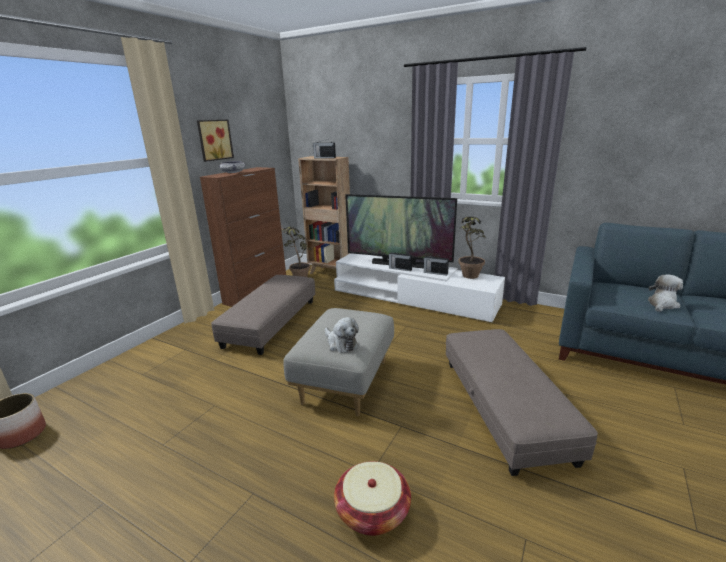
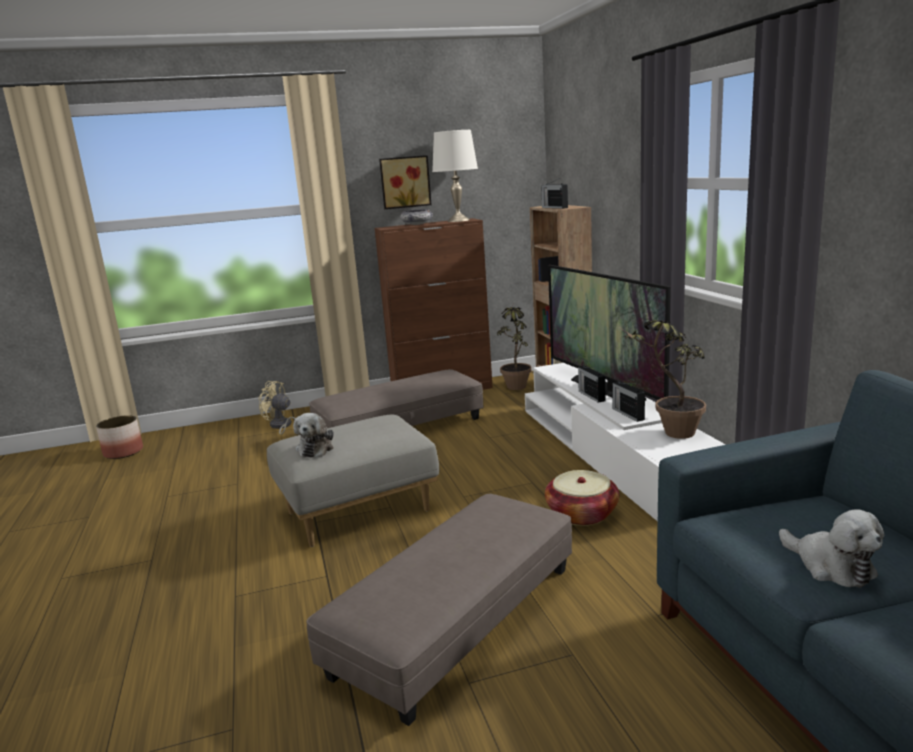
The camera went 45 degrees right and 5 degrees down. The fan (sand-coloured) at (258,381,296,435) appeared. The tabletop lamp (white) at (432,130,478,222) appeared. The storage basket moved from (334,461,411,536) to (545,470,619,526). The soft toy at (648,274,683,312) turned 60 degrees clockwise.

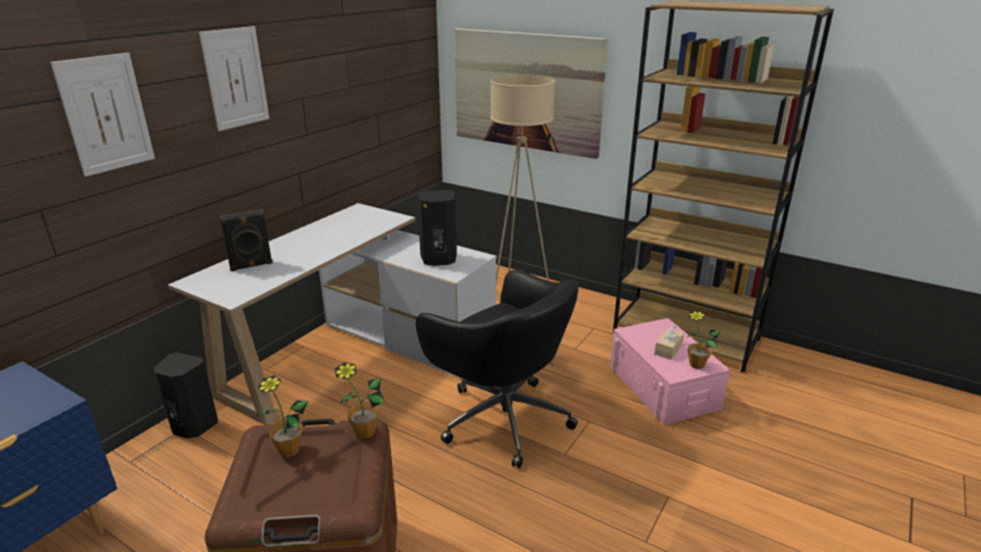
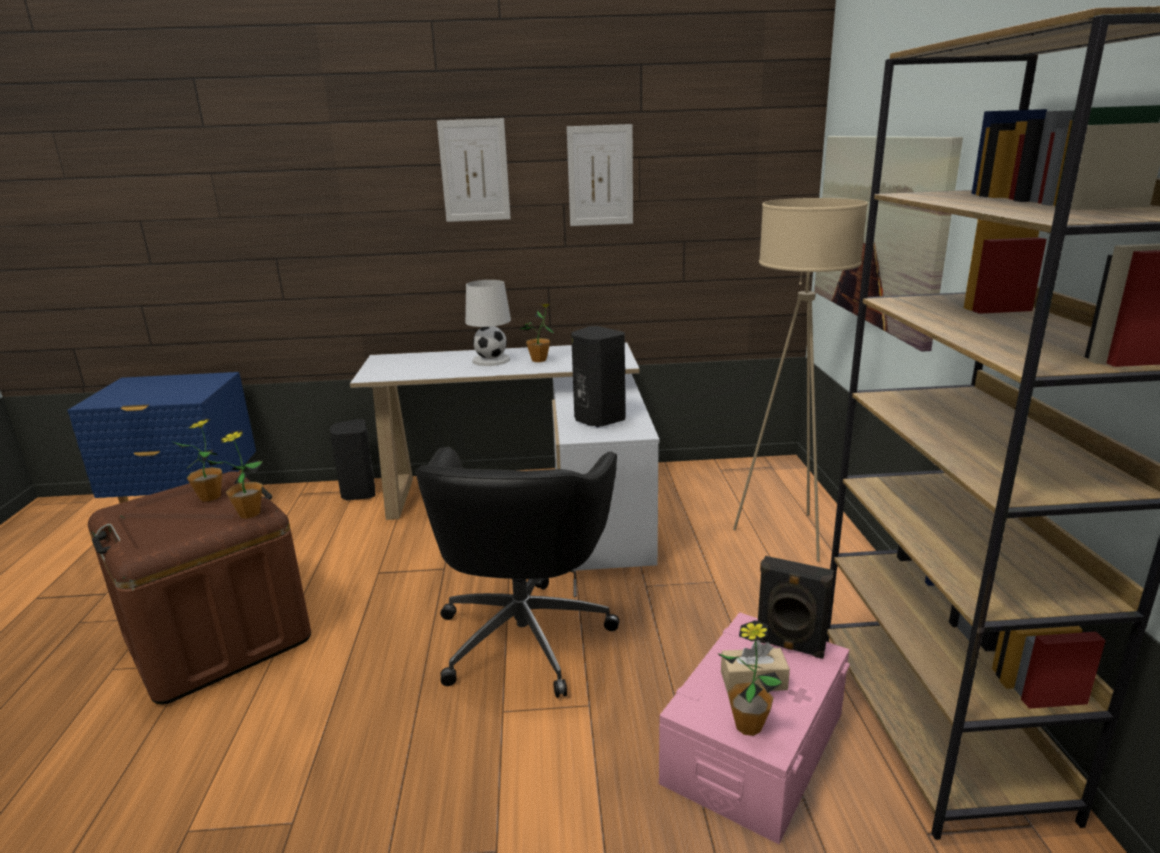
The camera went 55 degrees right and 5 degrees down. The tabletop lamp (white) at (465,280,511,366) appeared. The houseplant at (520,303,554,362) appeared. The wall art moved from (50,53,155,177) to (567,124,633,226). The audio speaker (black-coloured) moved from (219,209,273,271) to (757,556,834,659).

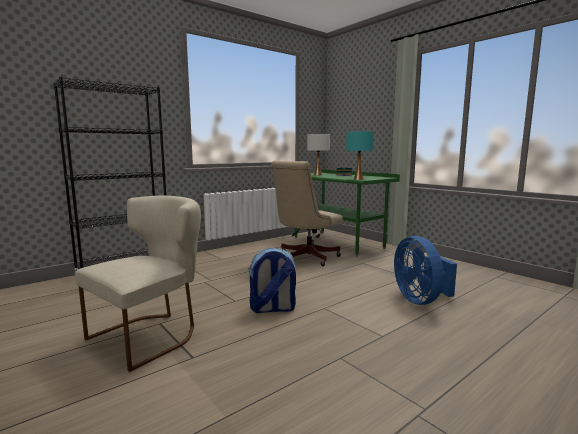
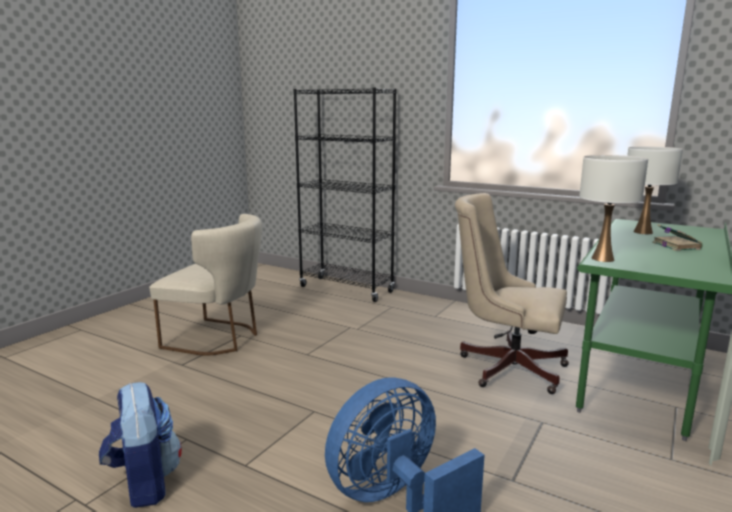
The camera went 70 degrees right and 5 degrees up. The knapsack moved from (248,248,296,313) to (99,382,182,508). The tabletop lamp (turquoise) at (346,131,374,180) became the tabletop lamp (white) at (579,155,648,262).

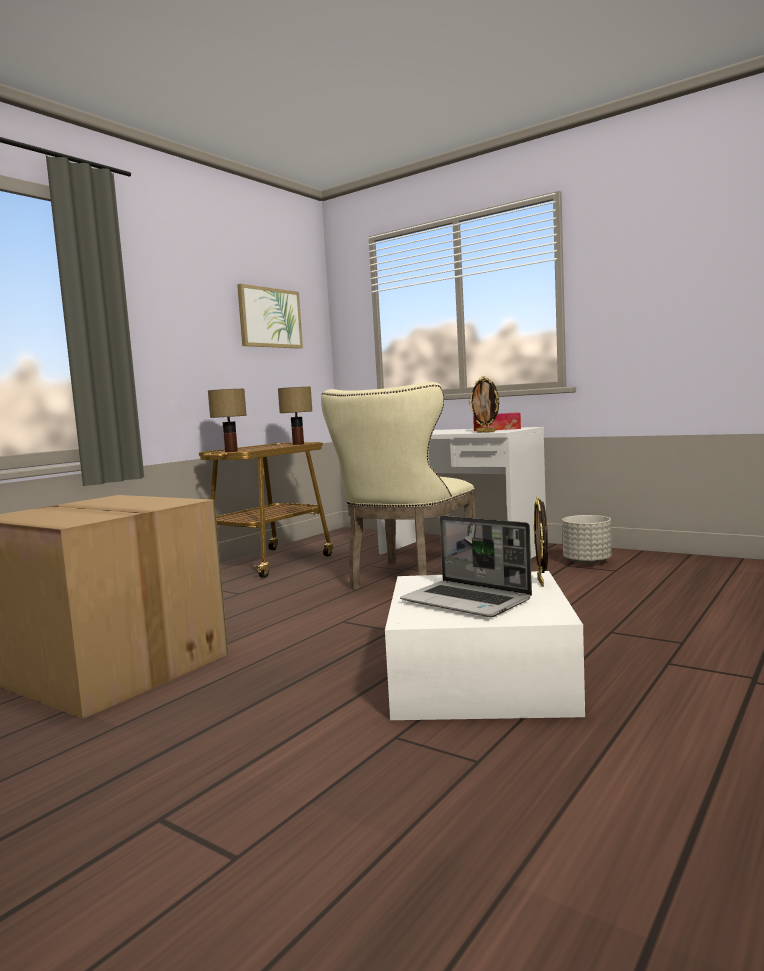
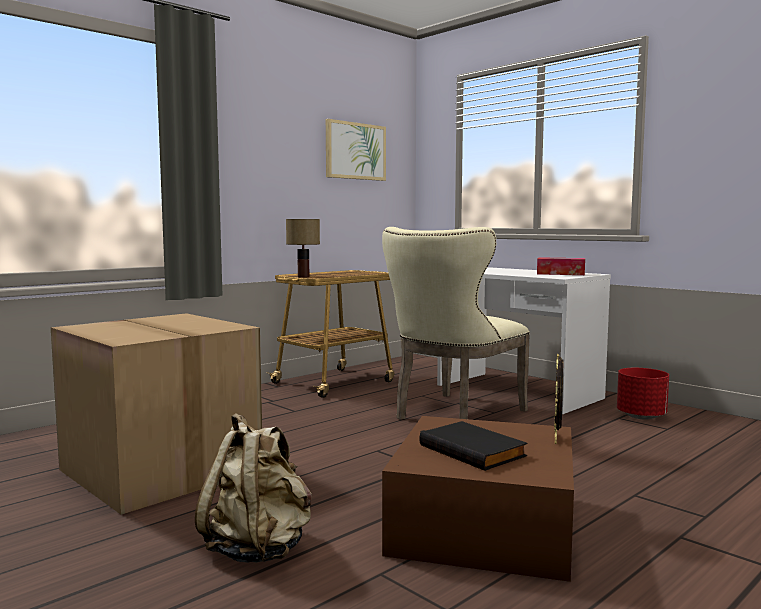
The camera went 10 degrees right and 0 degrees up. The knapsack (sand-coloured) at (195,413,312,563) appeared. The storage bin (white) at (385,571,585,720) became the storage bin (brown) at (382,416,574,582). The portable computer at (400,515,532,617) was replaced by the volume (black-coloured) at (420,421,527,471). The planter (greyish) at (562,515,611,565) became the planter (red) at (617,368,669,419). The tabletop lamp at (278,387,312,445) disappeared. The photo frame at (469,376,500,432) disappeared.

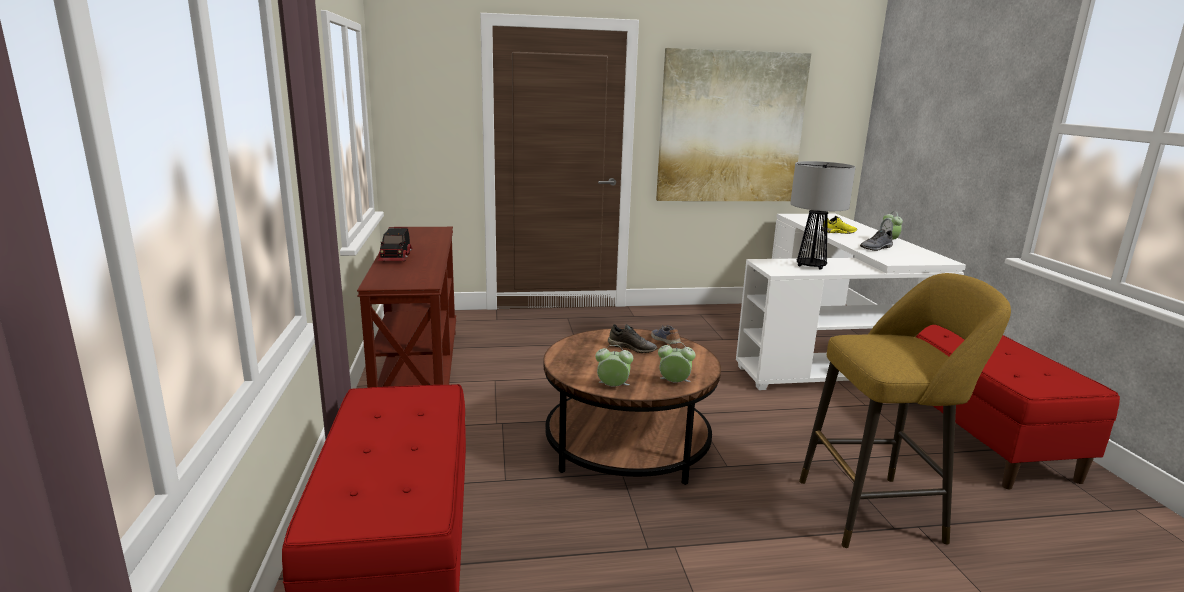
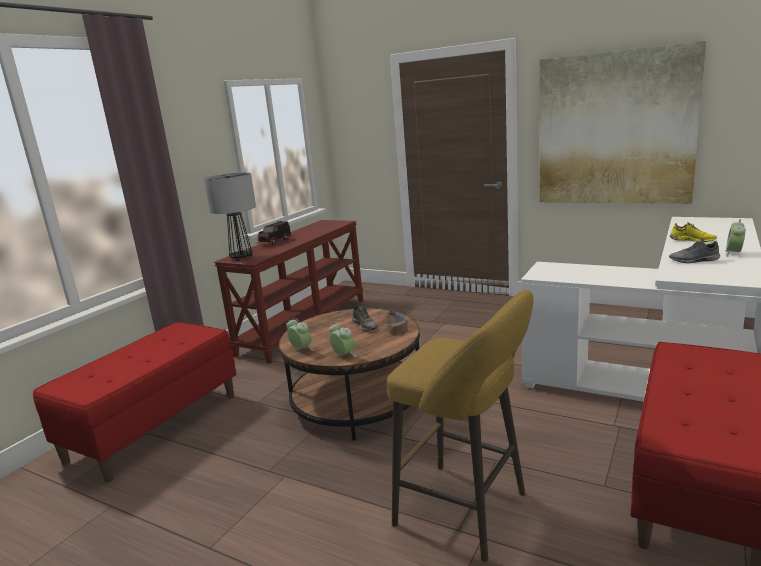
The camera went 40 degrees right and 0 degrees up. The tabletop lamp moved from (790,161,855,270) to (204,172,256,261).

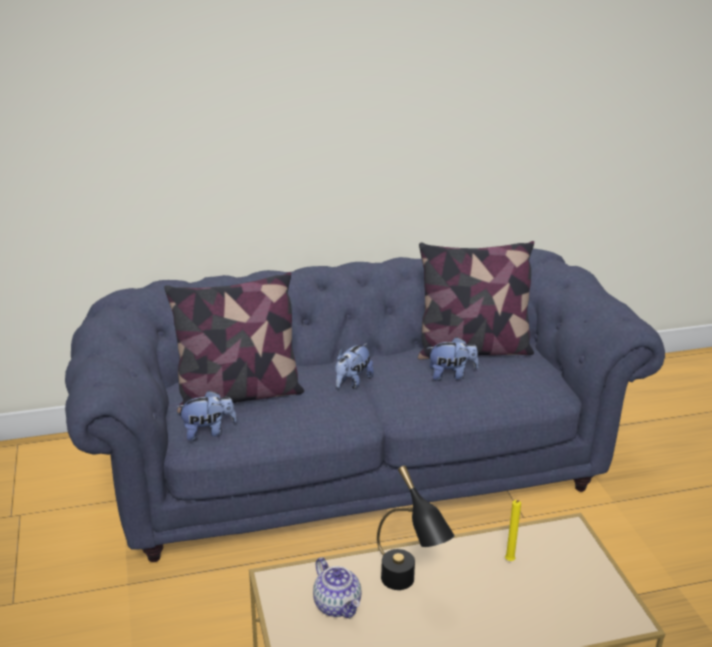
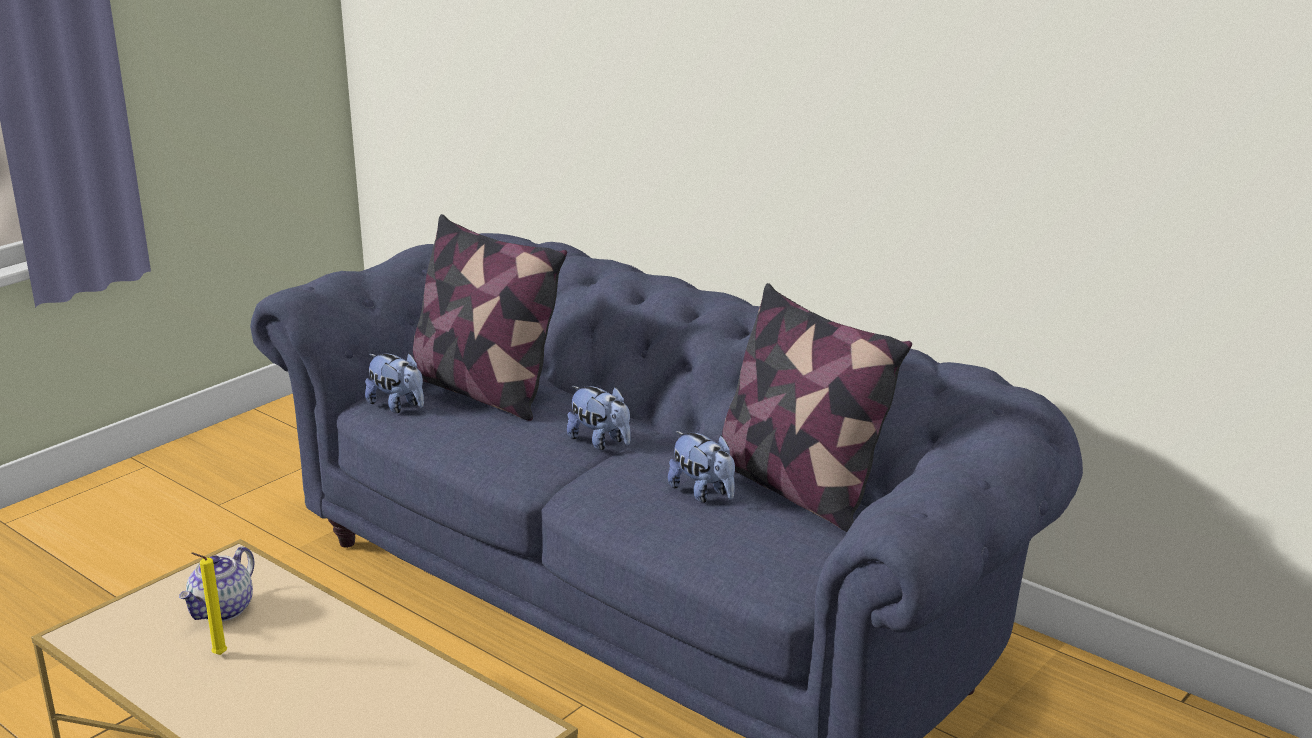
The camera went 55 degrees right and 5 degrees down. The candle (yellow-coloured) moved from (505,500,521,561) to (191,552,227,655). The soft toy at (335,343,374,389) turned 135 degrees counterclockwise. The tabletop lamp (black-coloured) at (377,466,455,590) disappeared.

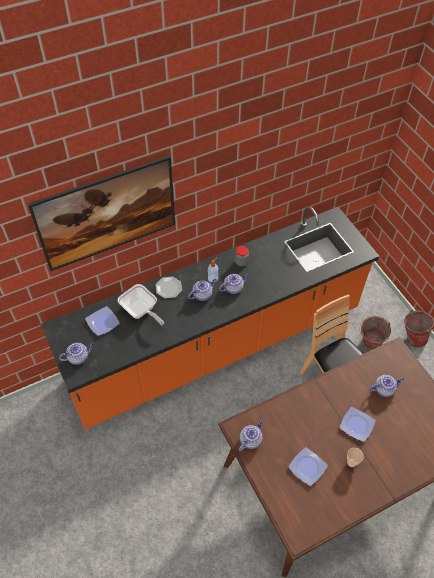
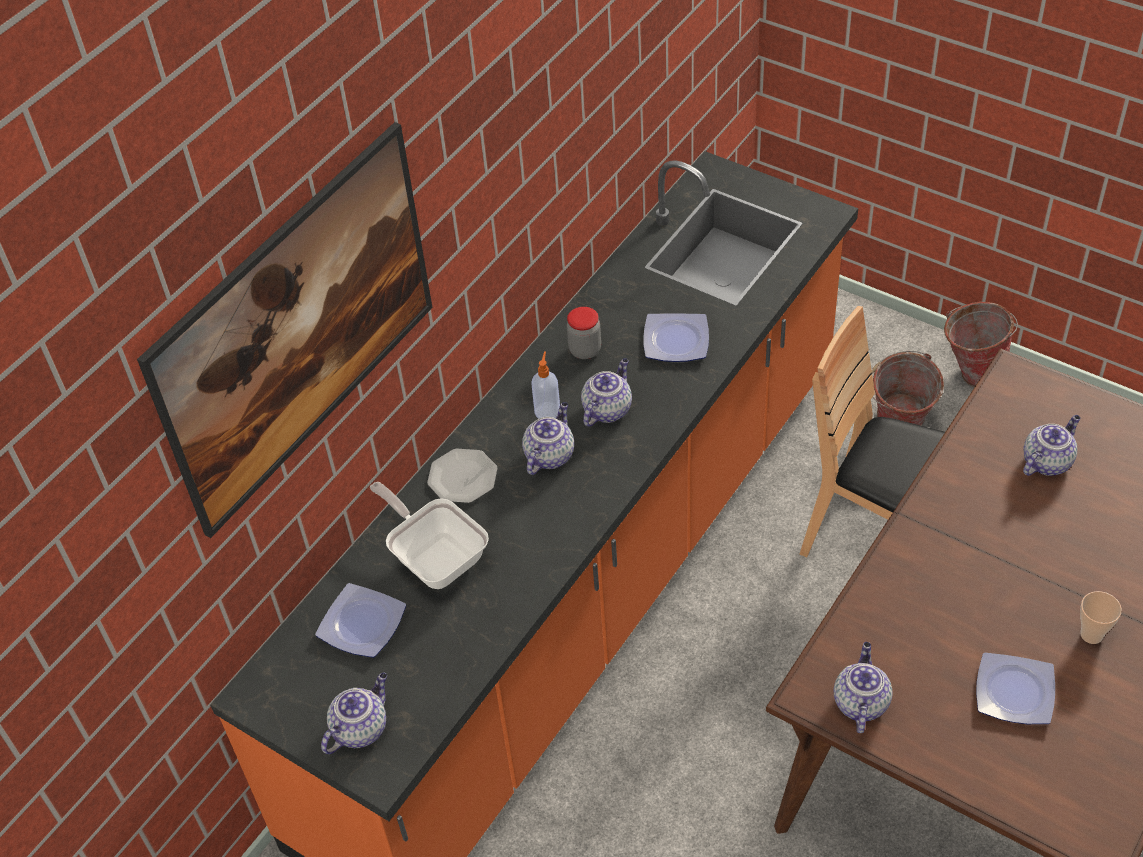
The camera went 25 degrees left and 5 degrees down. The skillet at (118,284,164,326) turned 150 degrees counterclockwise. The dinner plate moved from (339,407,376,442) to (643,313,709,362).

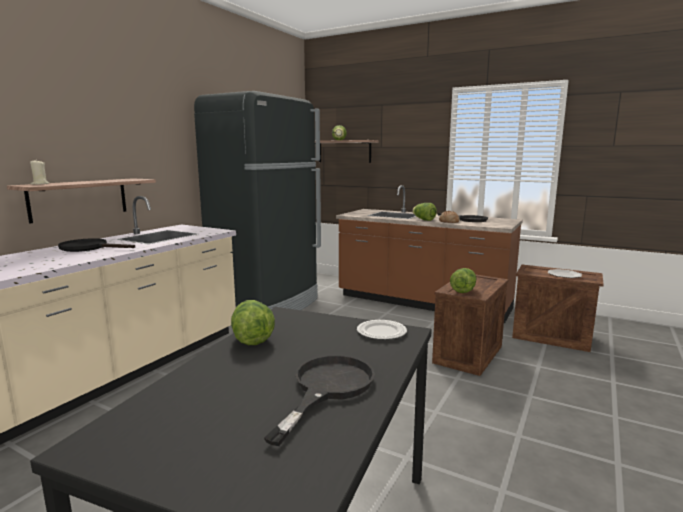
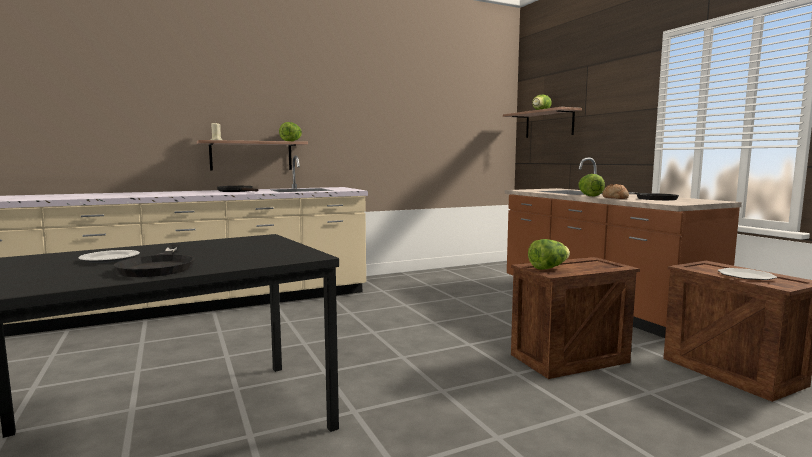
The camera went 35 degrees right and 5 degrees down. The dinner plate moved from (357,320,407,340) to (78,250,140,263). The skillet (black-coloured) at (264,355,375,446) turned 105 degrees clockwise. The lettuce head moved from (231,300,275,345) to (279,122,302,141). The fridge (black-coloured) at (194,91,321,310) disappeared.

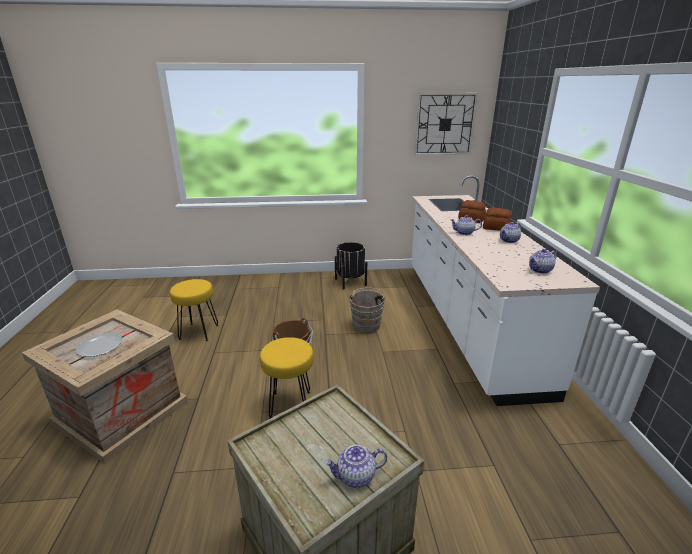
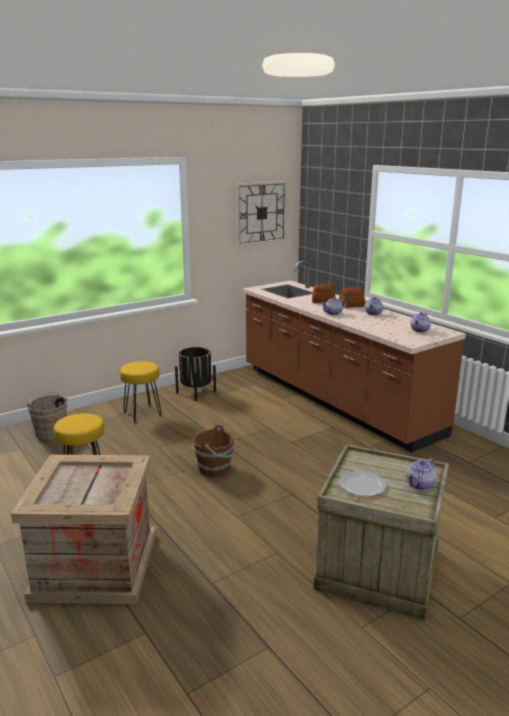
The camera went 30 degrees left and 5 degrees down. The bucket (brown) moved from (349,288,386,333) to (26,392,69,440). The sitting stool (yellow-coloured) moved from (260,337,314,419) to (119,361,162,423). The kitchen base unit (white) at (411,175,600,406) became the kitchen base unit (brown) at (242,261,466,453). The dinner plate moved from (76,333,122,357) to (339,471,387,496).

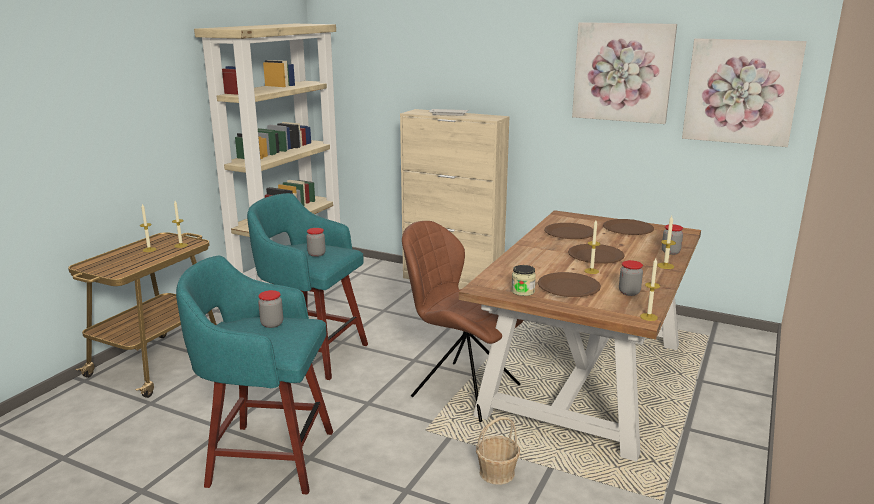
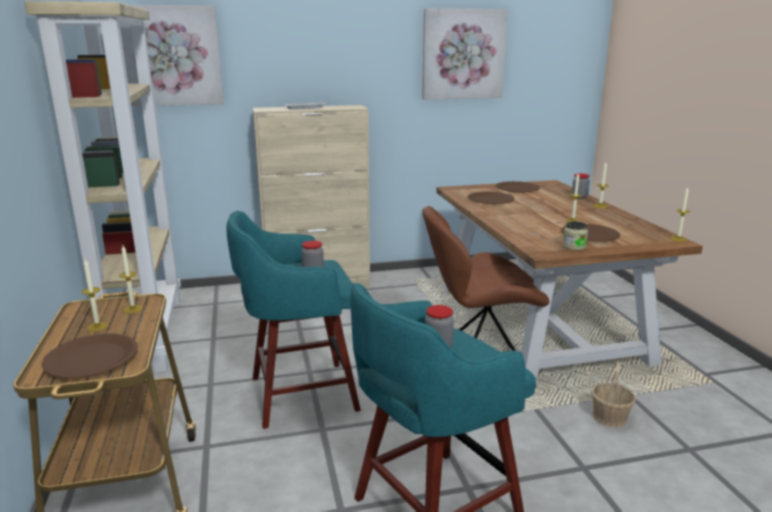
The camera went 40 degrees left and 0 degrees up. The dinner plate (brown) moved from (568,244,625,264) to (41,334,138,378). The wall art moved from (682,38,807,147) to (120,5,224,106). The preserve jar at (619,260,643,296) disappeared.

